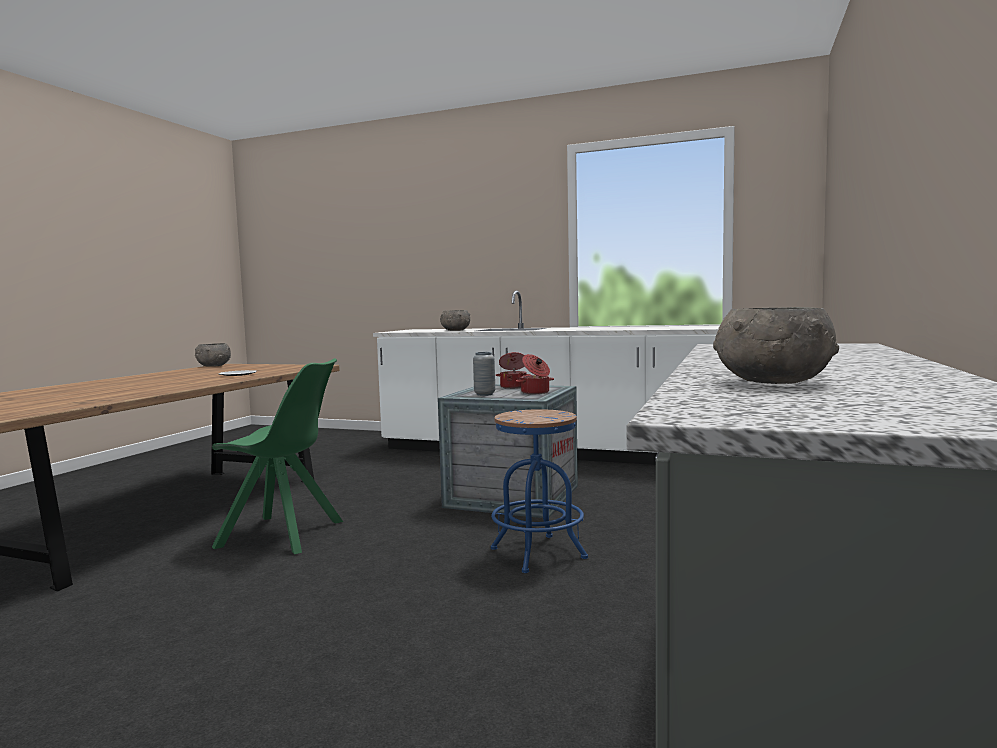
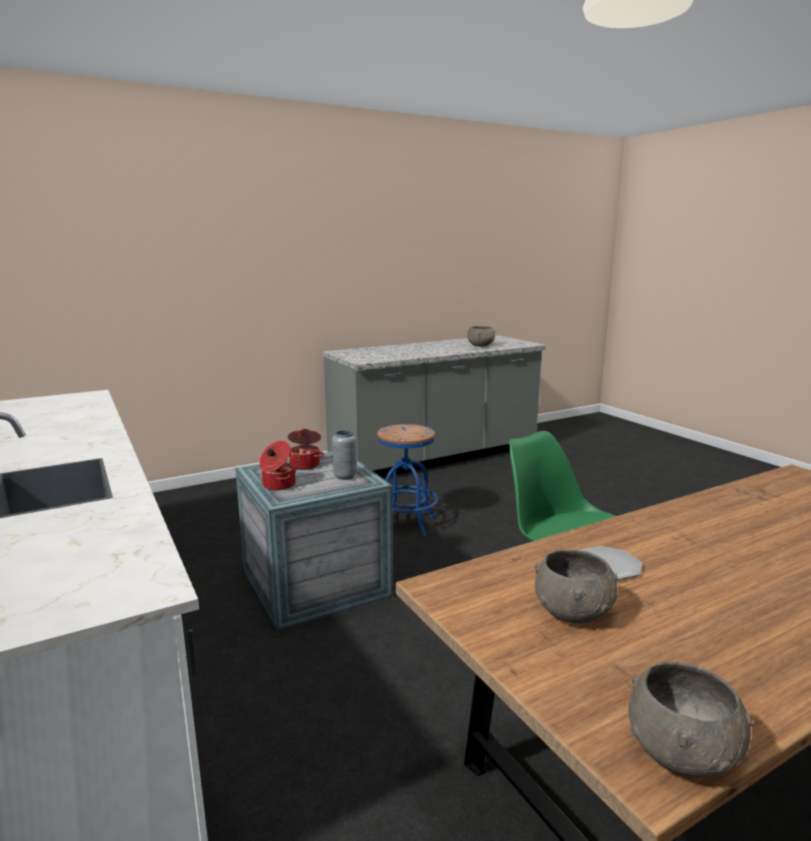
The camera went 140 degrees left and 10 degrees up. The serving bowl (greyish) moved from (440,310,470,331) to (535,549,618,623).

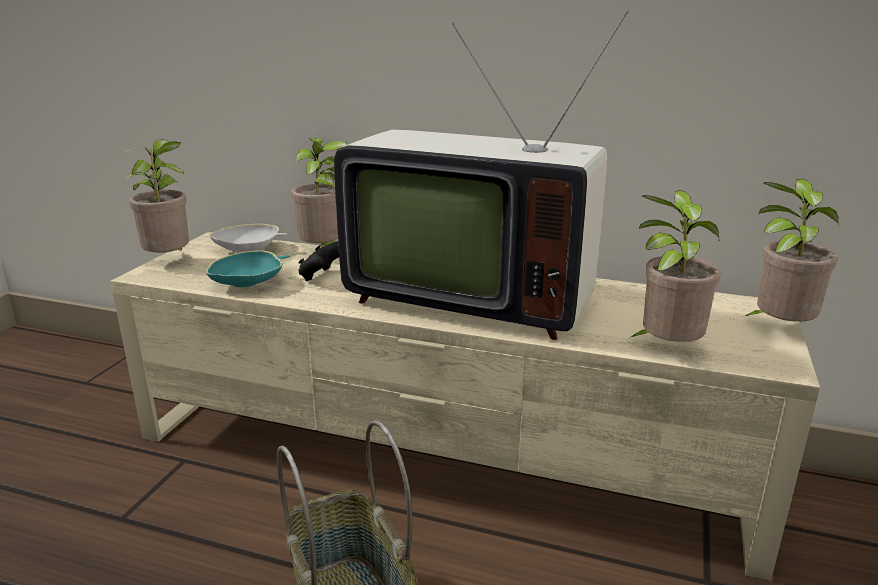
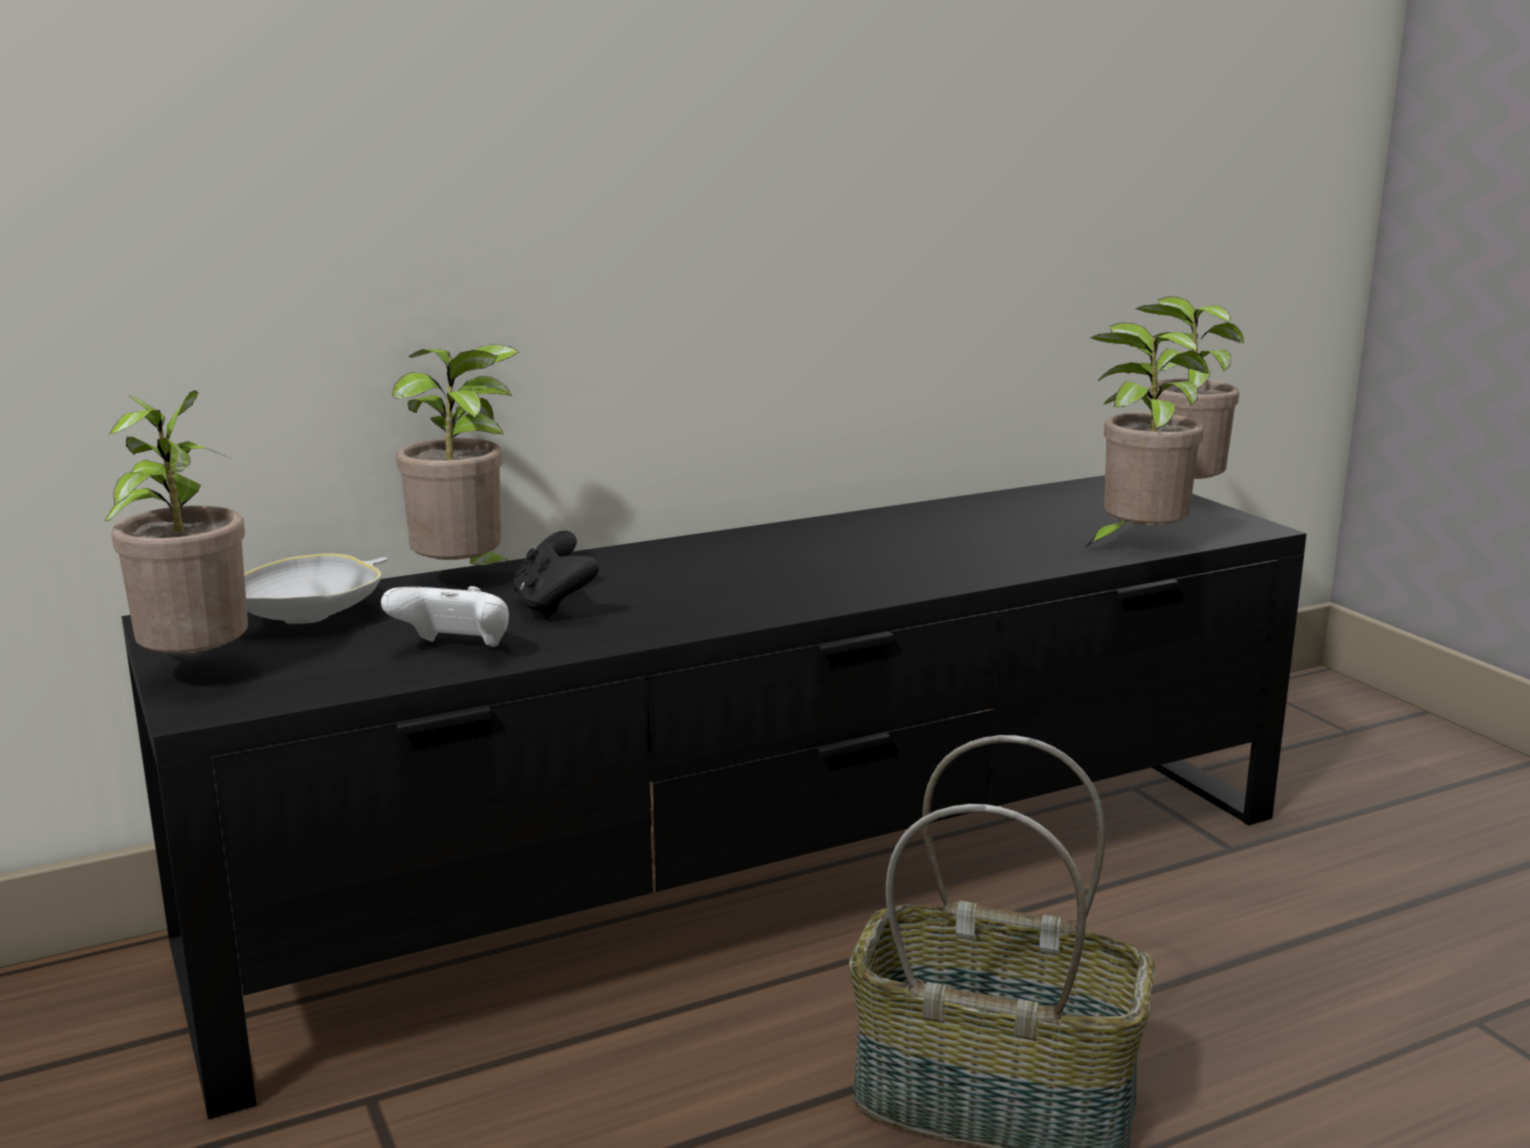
The camera went 45 degrees left and 5 degrees down. The tv unit (sand-coloured) at (110,232,820,581) became the tv unit (black-coloured) at (122,475,1307,1119). The serving bowl (turquoise) at (206,250,290,287) was replaced by the joypad (white) at (381,586,509,647). The TV at (334,11,628,340) disappeared.

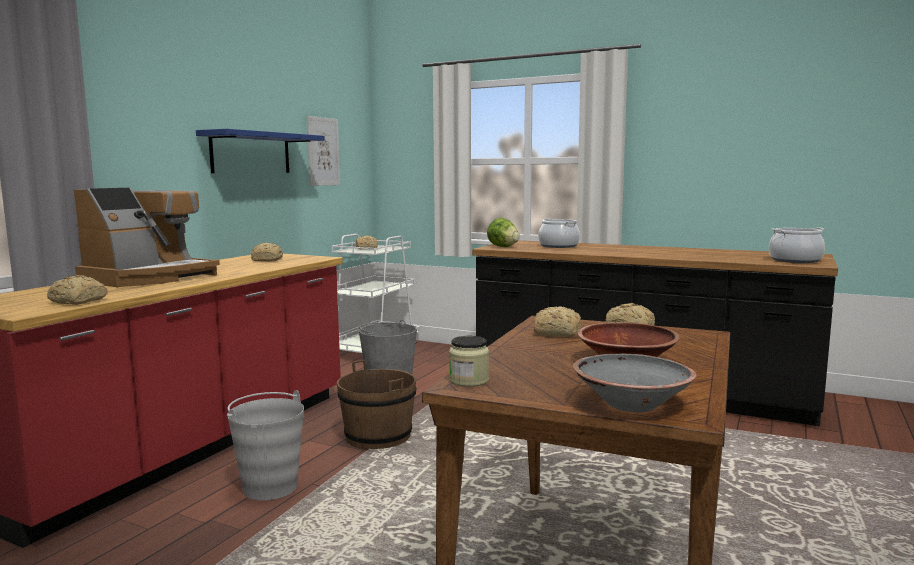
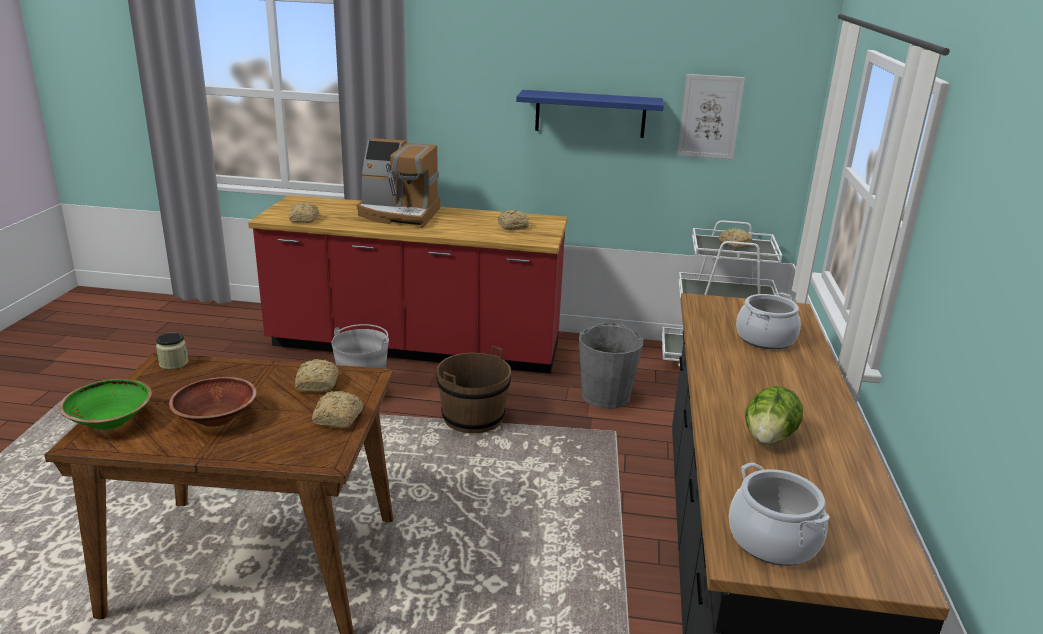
The camera went 70 degrees right and 15 degrees up. The serving bowl (greyish) at (573,354,697,412) became the serving bowl (green-coloured) at (59,379,152,430). The lettuce head moved from (487,218,520,247) to (745,386,803,445).

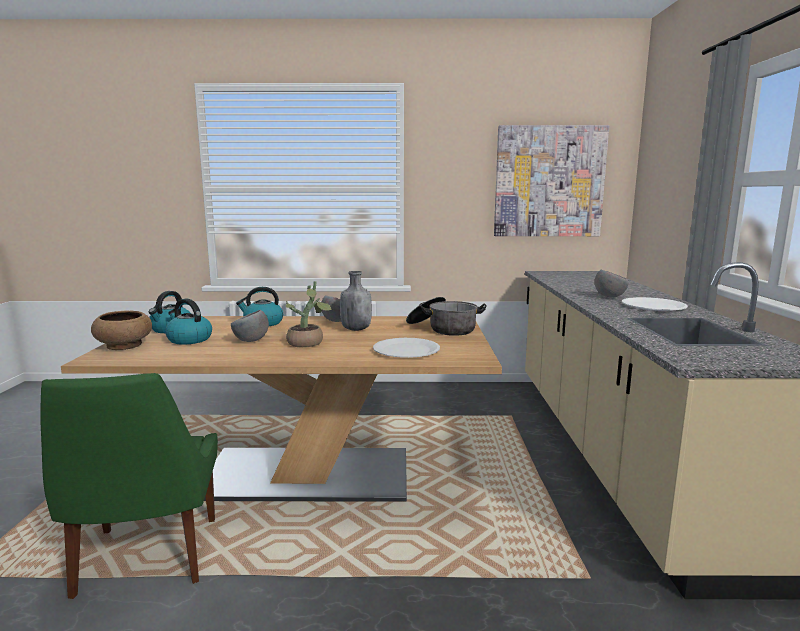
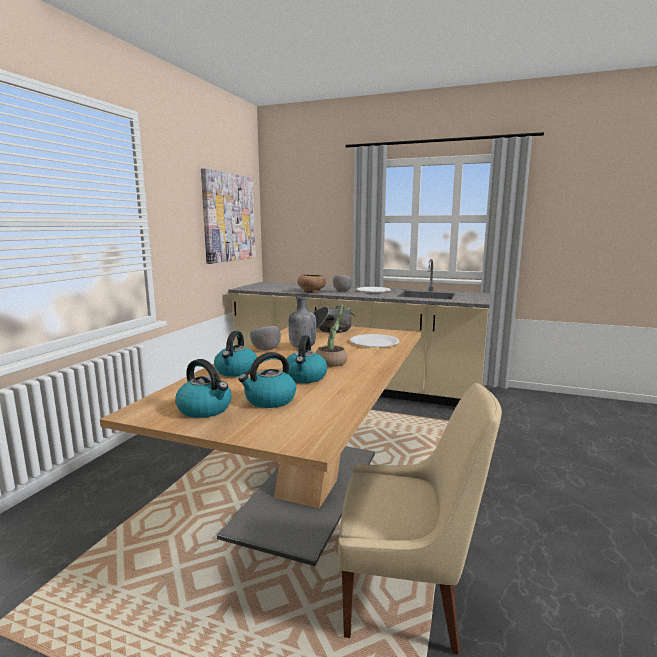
The camera went 70 degrees left and 0 degrees up. The serving bowl (greyish) at (231,310,269,342) was replaced by the water kettle at (282,335,327,383). The serving bowl (brown) moved from (91,310,152,350) to (297,274,326,293). The chair (green-coloured) at (40,373,218,599) became the chair (sand-coloured) at (338,382,502,655).

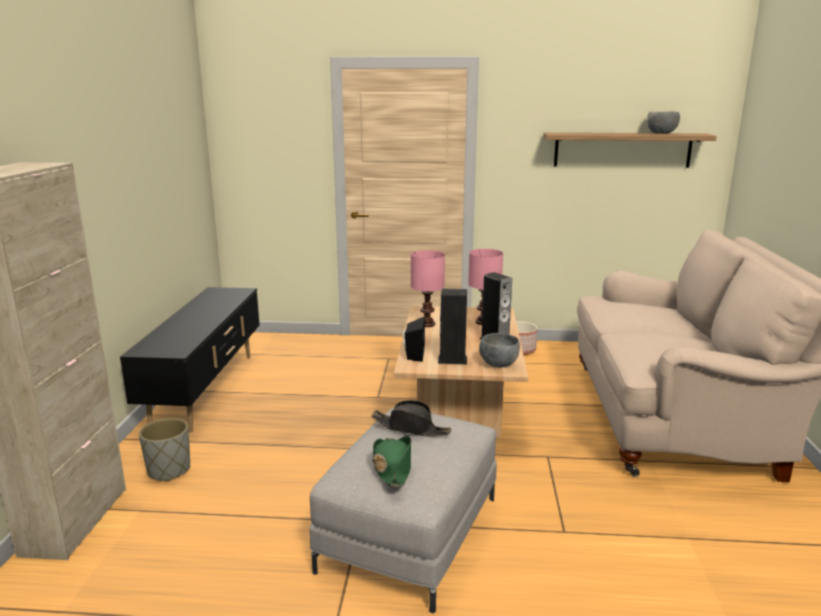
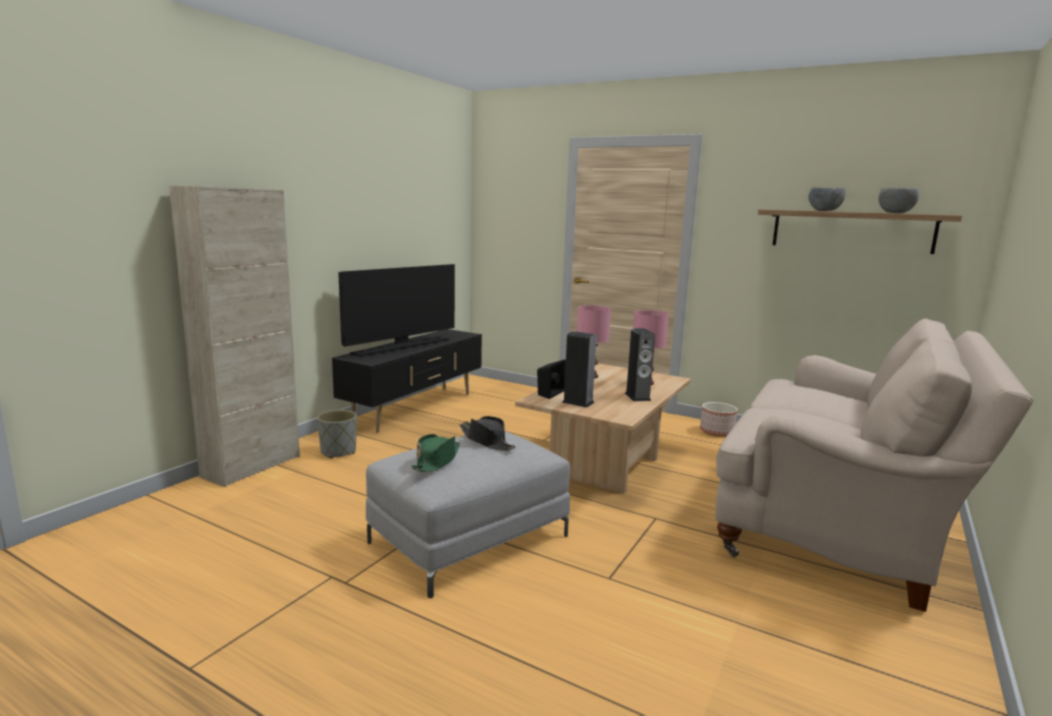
The camera went 25 degrees right and 5 degrees down. The TV at (338,264,455,356) appeared. The serving bowl (greyish) moved from (479,333,520,368) to (808,187,846,211).

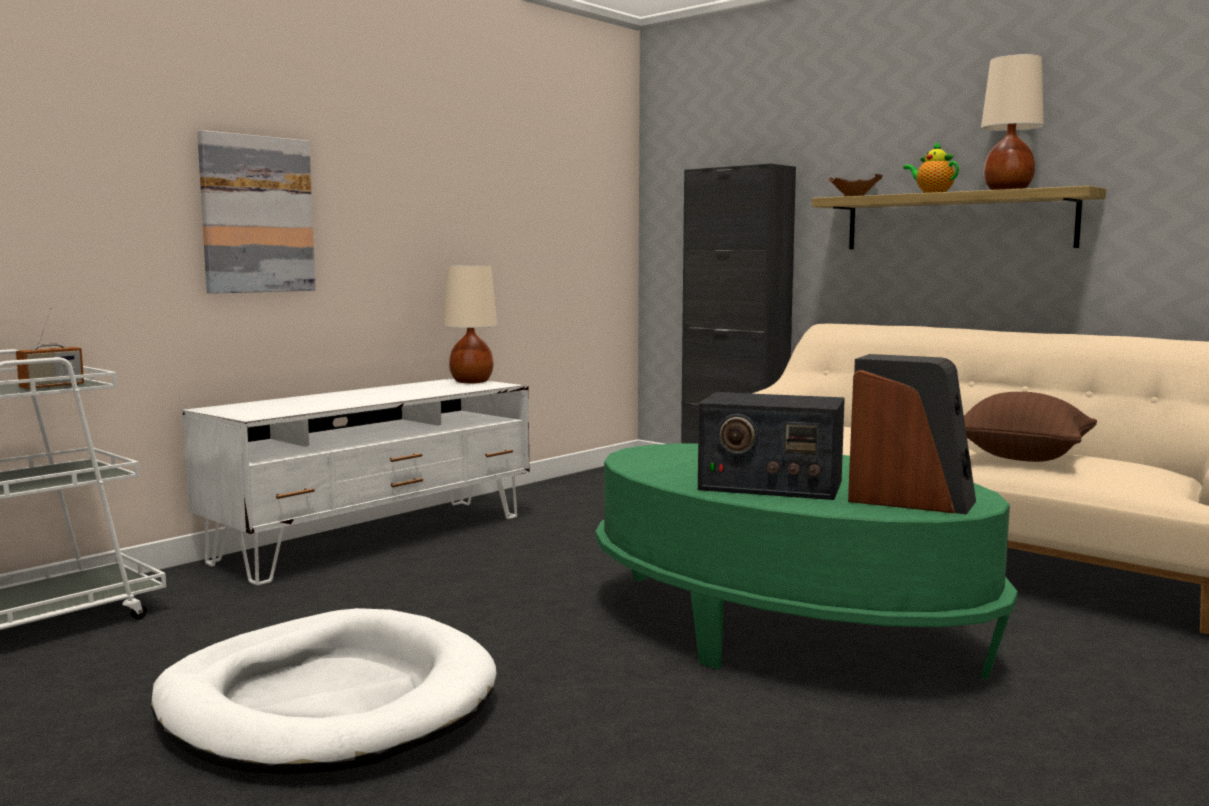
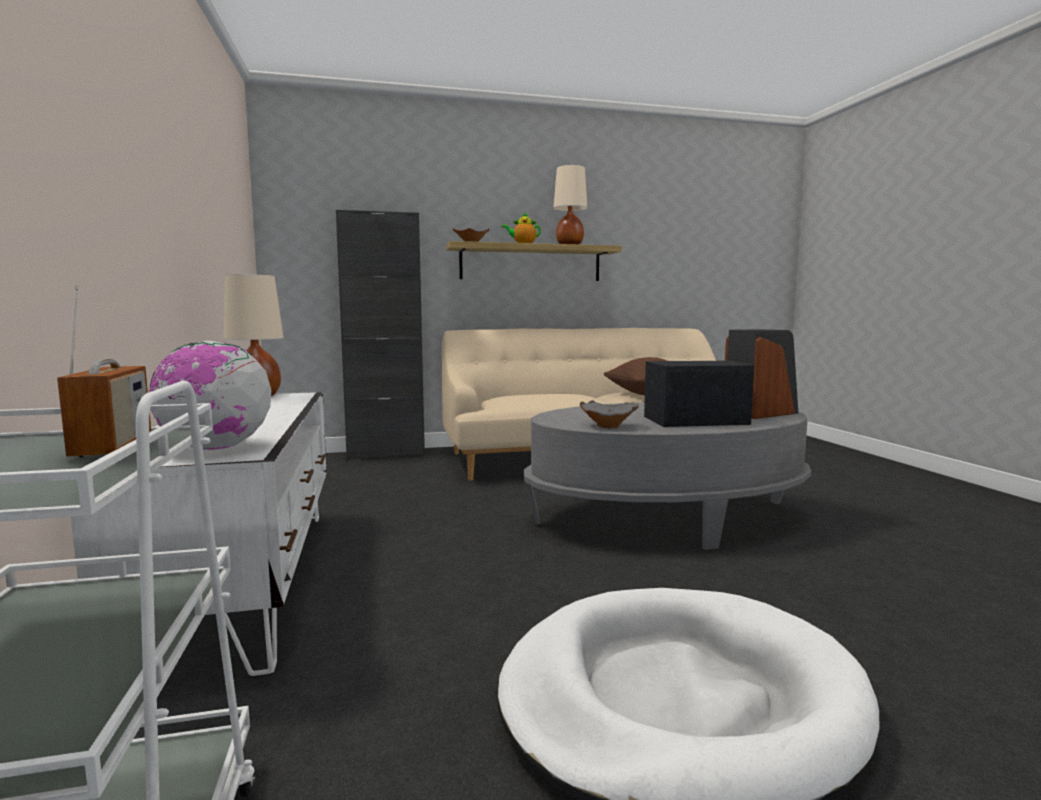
The camera went 55 degrees left and 0 degrees up. The world globe at (149,341,271,450) appeared. The coffee table (green-coloured) at (595,443,1018,679) became the coffee table (greyish) at (524,402,811,550). The serving bowl (greyish) at (580,400,639,428) appeared. The radio receiver at (698,392,845,500) turned 150 degrees counterclockwise. The wall art at (197,130,316,294) disappeared.

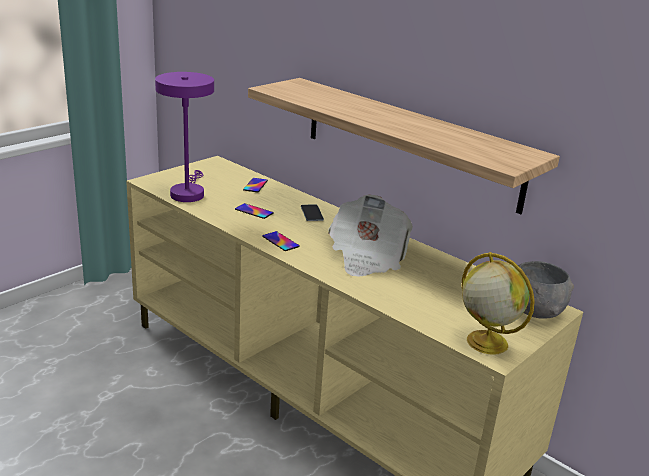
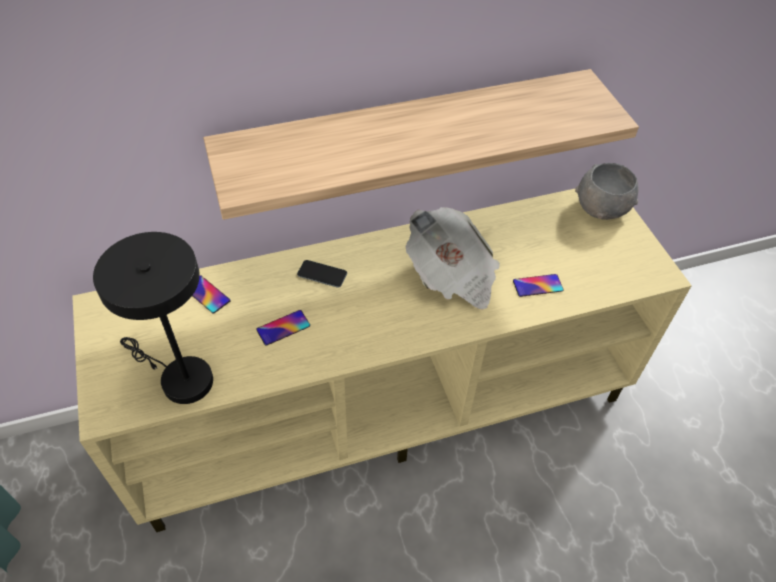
The camera went 60 degrees left and 25 degrees up. The tabletop lamp (purplish) at (155,72,214,202) became the tabletop lamp (black-coloured) at (93,232,213,404). The telephone moved from (262,231,300,251) to (513,274,564,297). The world globe at (462,252,535,355) disappeared.

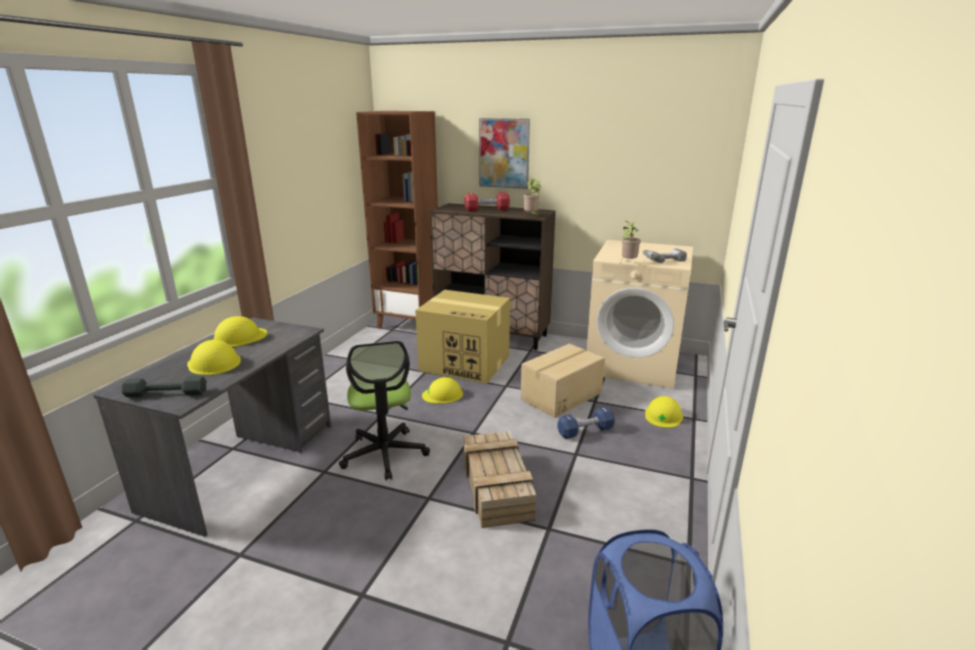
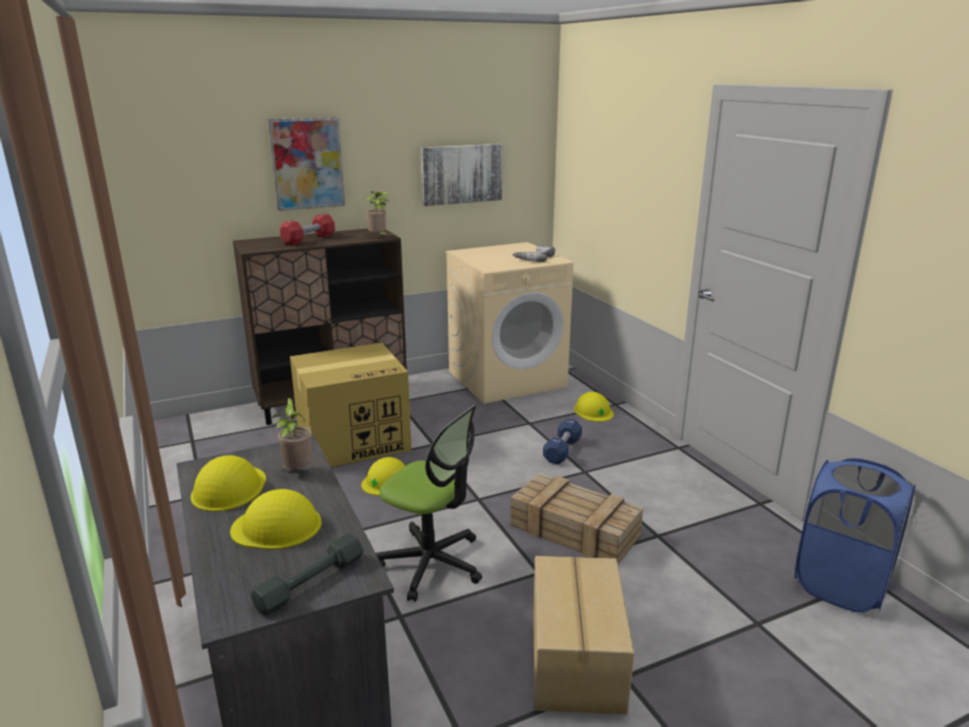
The camera went 45 degrees left and 0 degrees up. The houseplant moved from (622,221,641,259) to (272,398,313,469). The wall art at (421,144,503,206) appeared. The packing box moved from (521,344,605,418) to (533,556,634,715). The bookcase (brown) at (356,111,438,329) disappeared.

